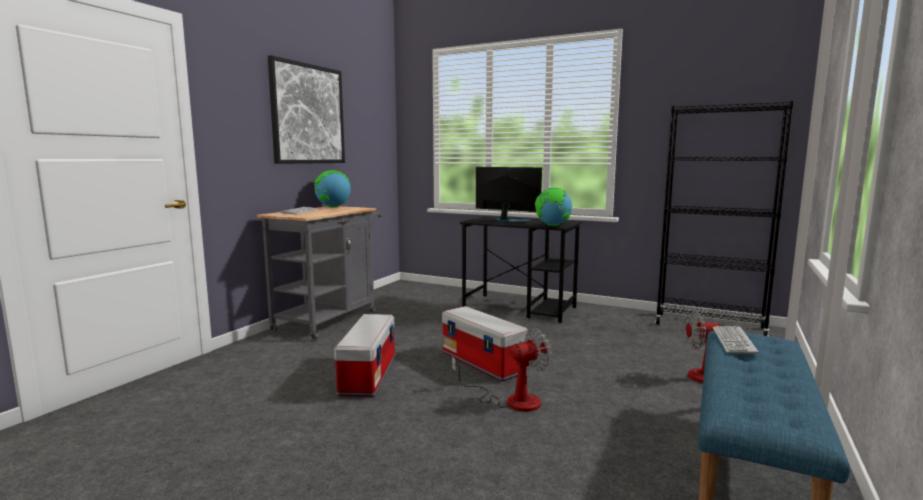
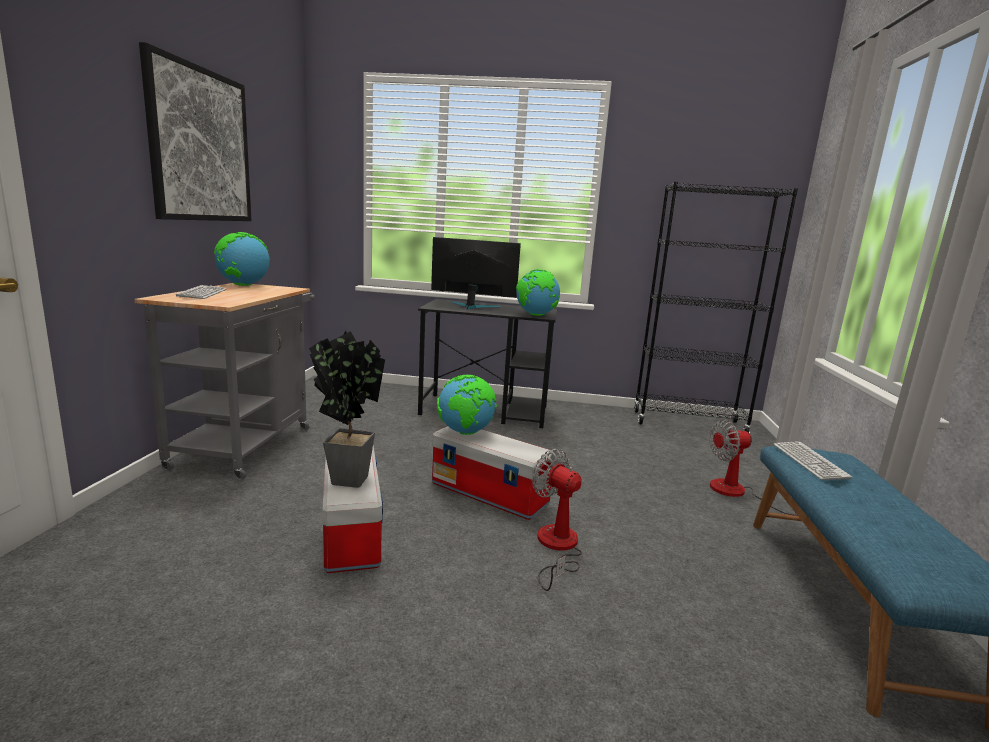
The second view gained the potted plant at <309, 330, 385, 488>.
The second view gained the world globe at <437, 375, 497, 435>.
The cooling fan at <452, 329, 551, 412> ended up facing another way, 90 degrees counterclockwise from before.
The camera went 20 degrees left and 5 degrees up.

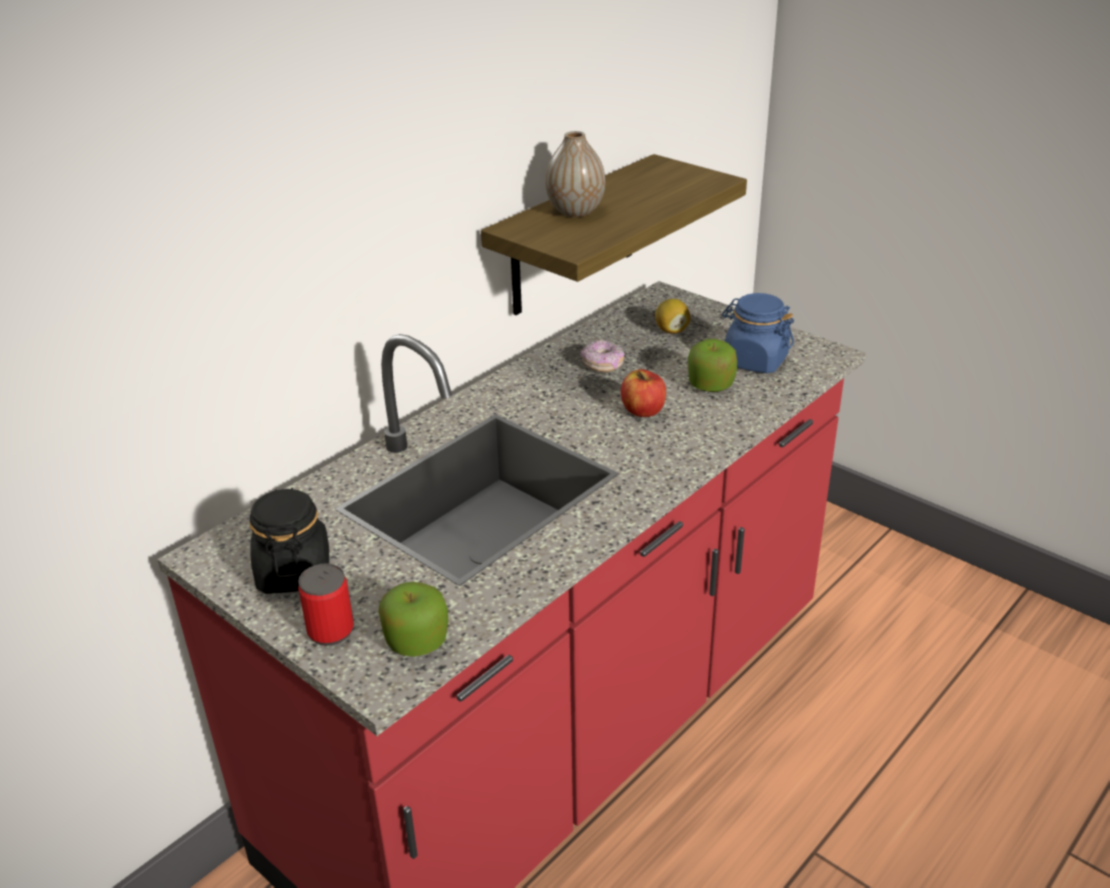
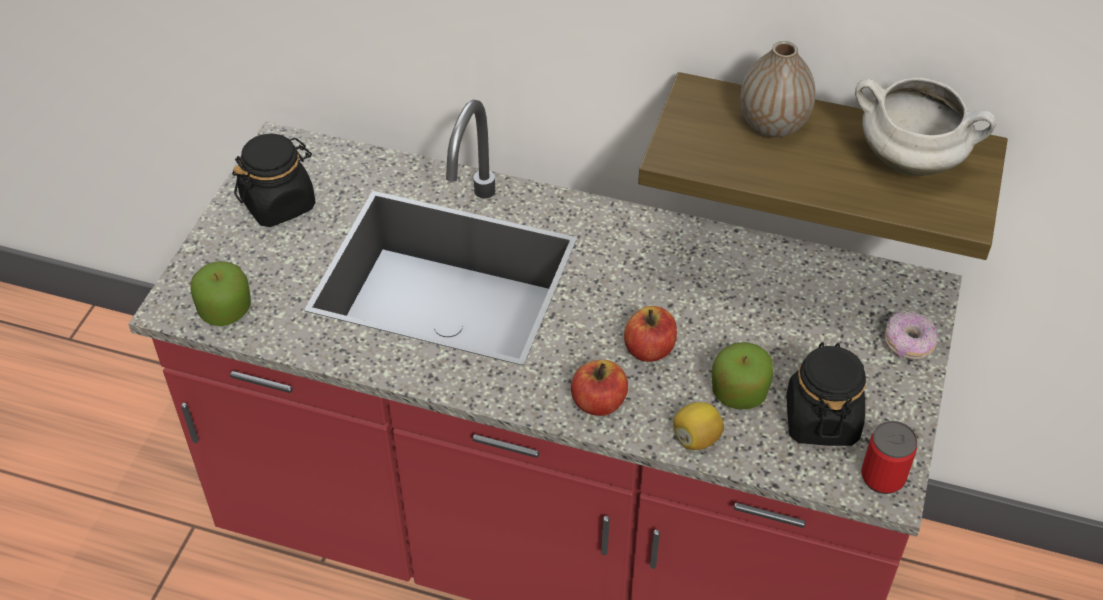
The second view gained the apple at <571, 360, 628, 416>.
The whole lemon ended up elsewhere, having gone from <655, 299, 690, 334> to <673, 402, 724, 450>.
What was the blue preserve jar at <722, 293, 794, 373> turned into the blackish preserve jar at <786, 342, 866, 446>.
The second view gained the white cooking pot at <855, 77, 996, 176>.
The sealed can ended up elsewhere, having gone from <298, 563, 354, 646> to <861, 421, 918, 494>.
The ring doughnut ended up elsewhere, having gone from <581, 340, 624, 372> to <885, 311, 938, 359>.
The camera went 65 degrees right and 15 degrees up.

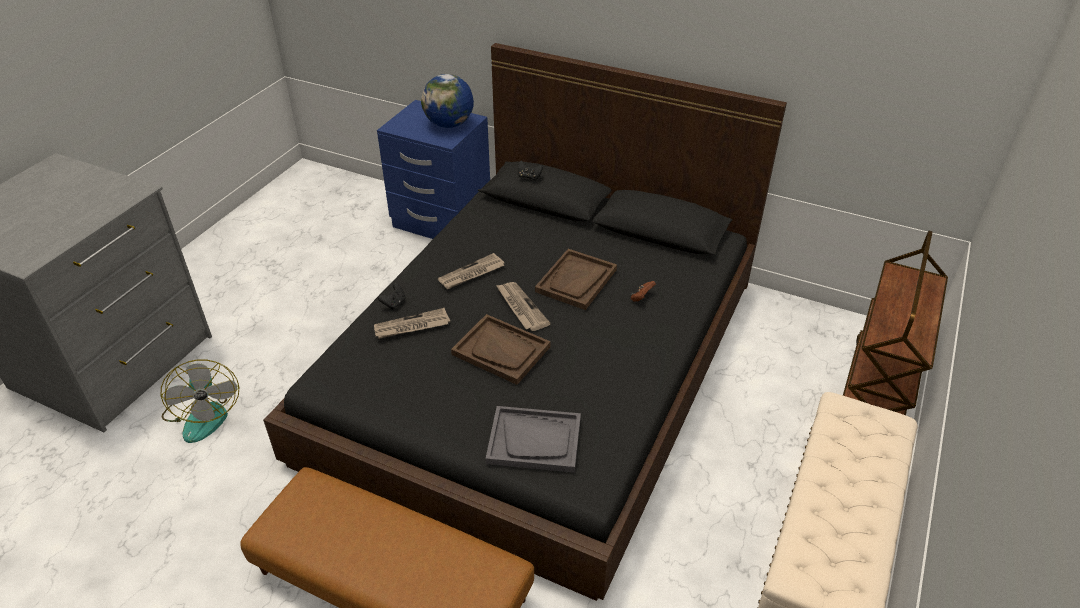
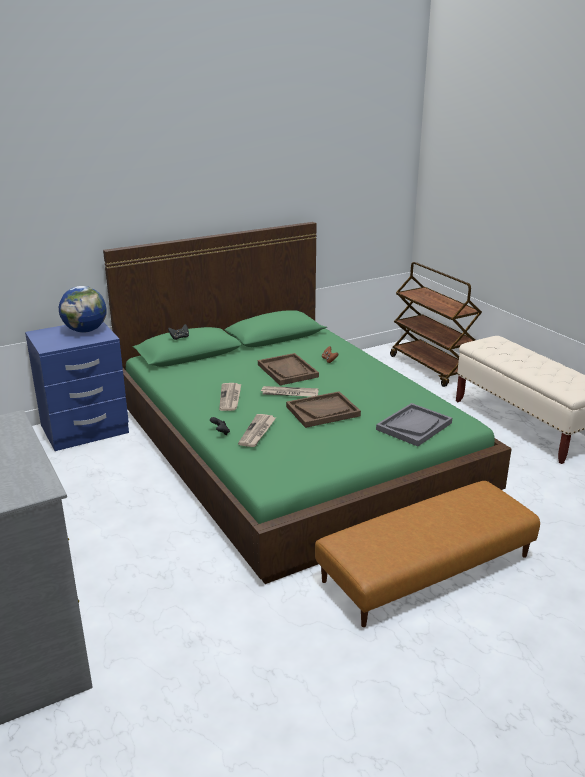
What was the blackish bed at <263, 43, 787, 601> turned into the green-coloured bed at <103, 222, 512, 584>.
The second view lost the cooling fan at <161, 359, 239, 443>.
The camera went 55 degrees left and 15 degrees down.

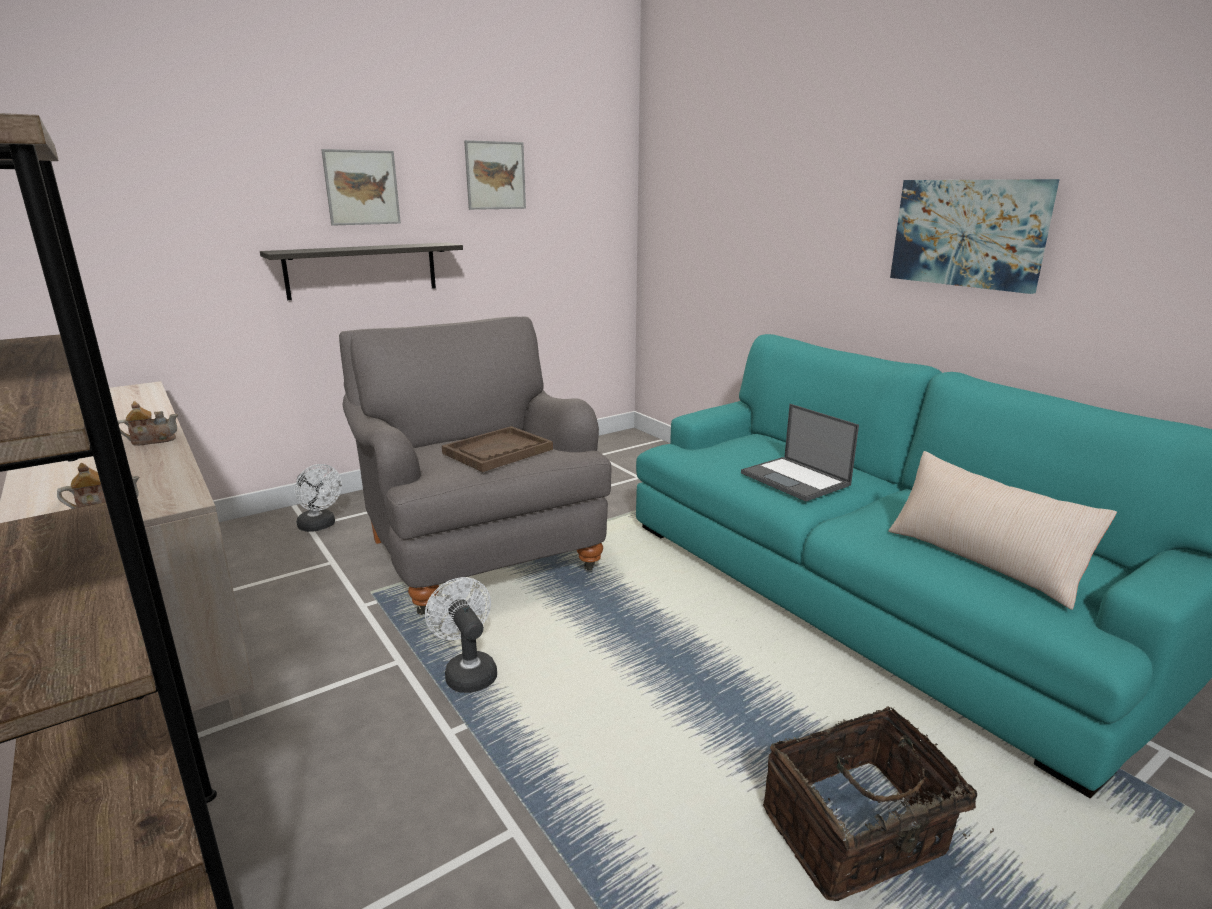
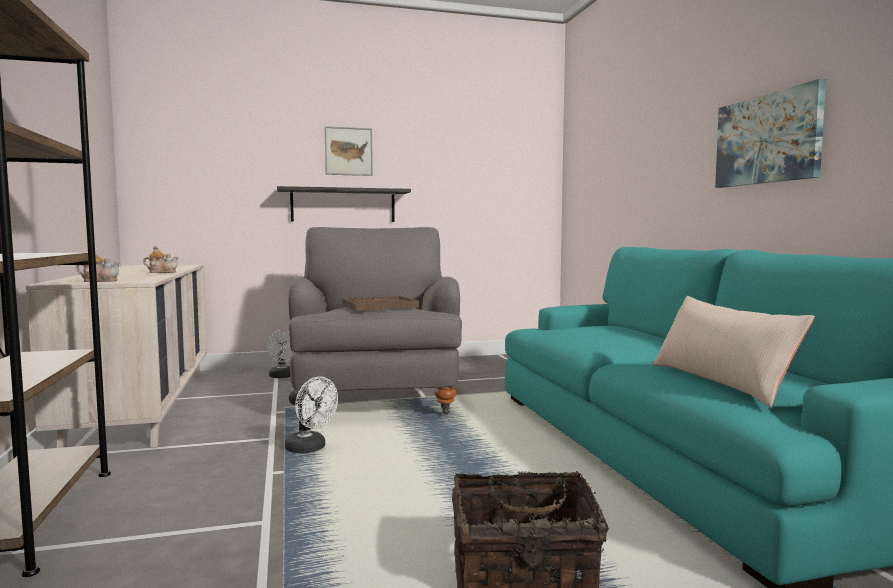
The white cooling fan at <425, 577, 497, 693> ended up facing another way, 135 degrees clockwise from before.
The second view lost the wall art at <464, 140, 526, 210>.
The second view lost the portable computer at <741, 404, 859, 501>.
The camera went 20 degrees right and 15 degrees down.

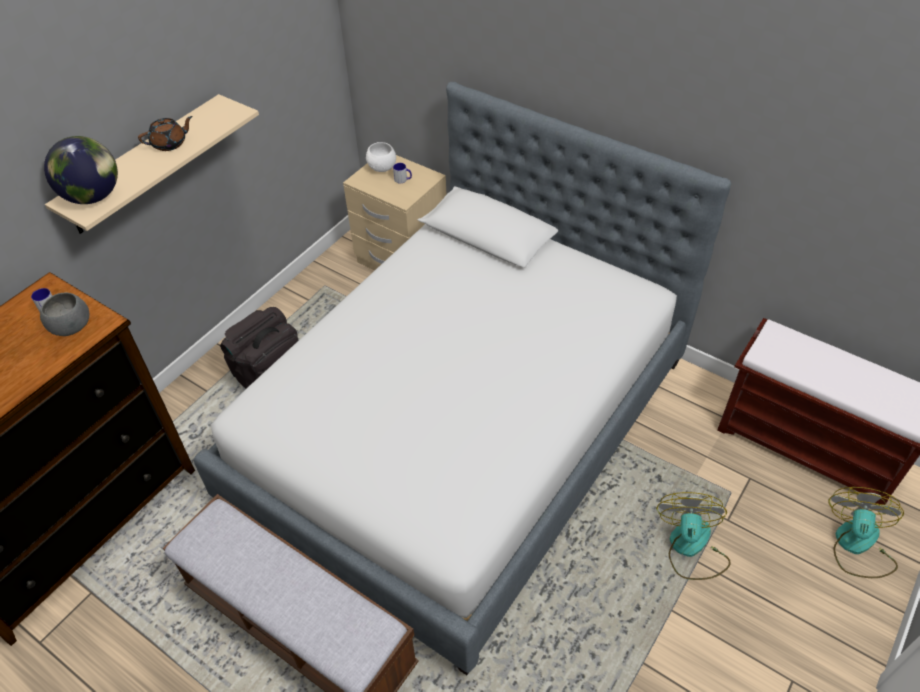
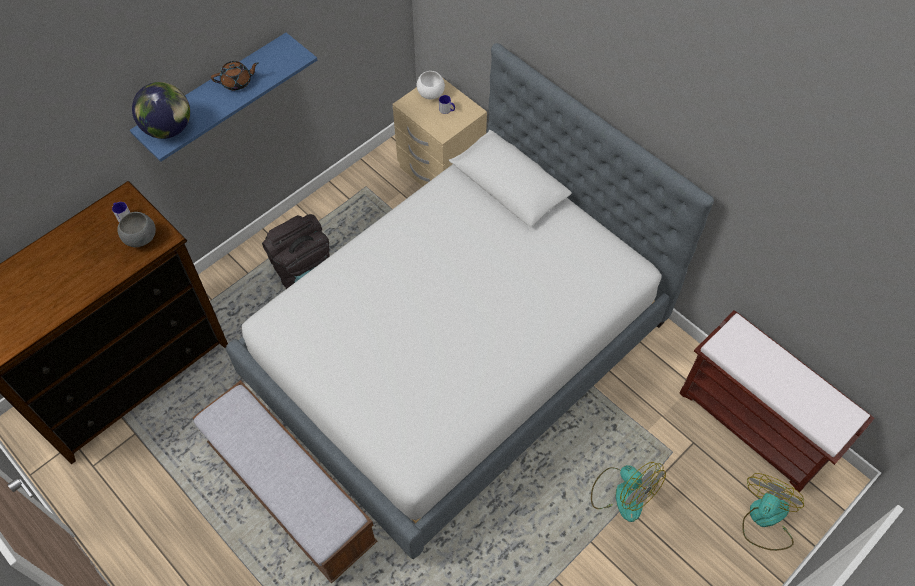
What was the sand-coloured bracket shelf at <45, 94, 259, 234> turned into the blue bracket shelf at <130, 33, 317, 162>.
The cooling fan at <656, 492, 731, 580> ended up facing another way, 120 degrees clockwise from before.
The camera went 10 degrees right and 10 degrees up.

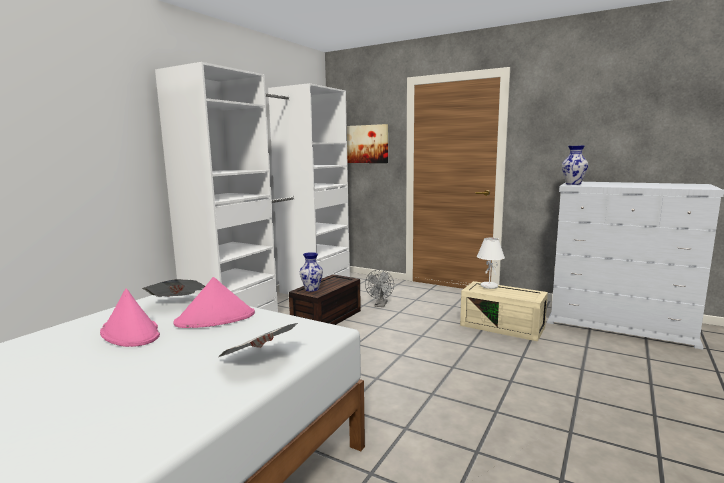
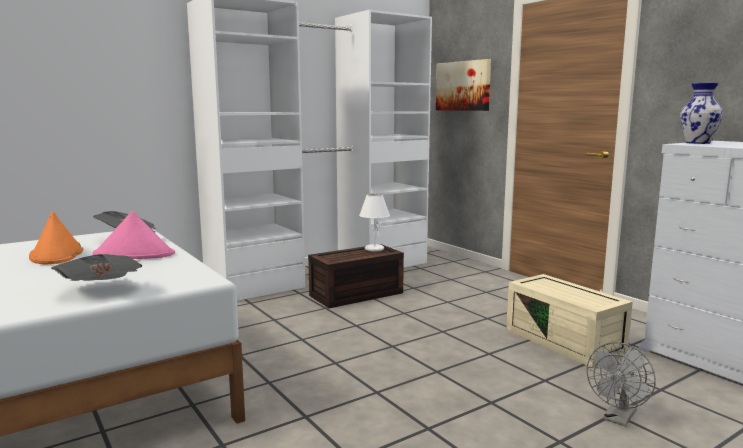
What was the pink clothing hat at <100, 288, 160, 347> turned into the orange-coloured clothing hat at <29, 211, 83, 264>.
The white lamp for a table ended up elsewhere, having gone from <477, 238, 505, 289> to <359, 193, 390, 251>.
The grey cooling fan ended up elsewhere, having gone from <365, 269, 394, 307> to <587, 342, 656, 427>.
The second view lost the flower vase at <300, 252, 323, 292>.
The camera went 25 degrees right and 0 degrees up.

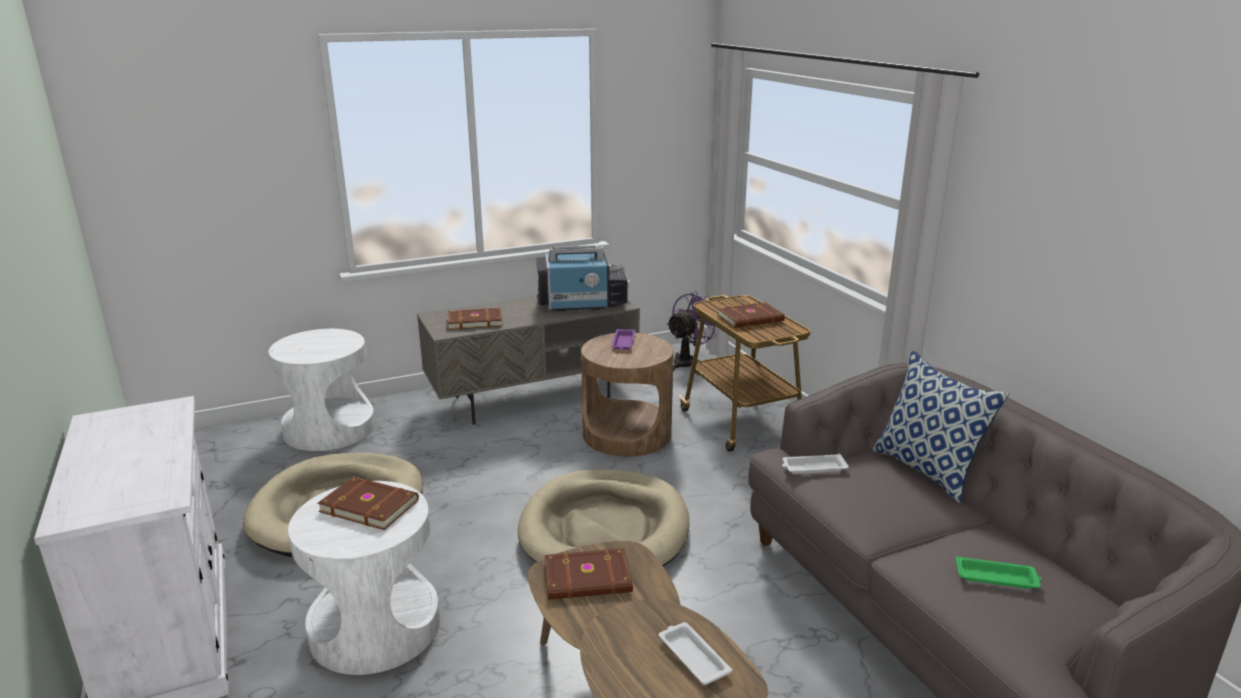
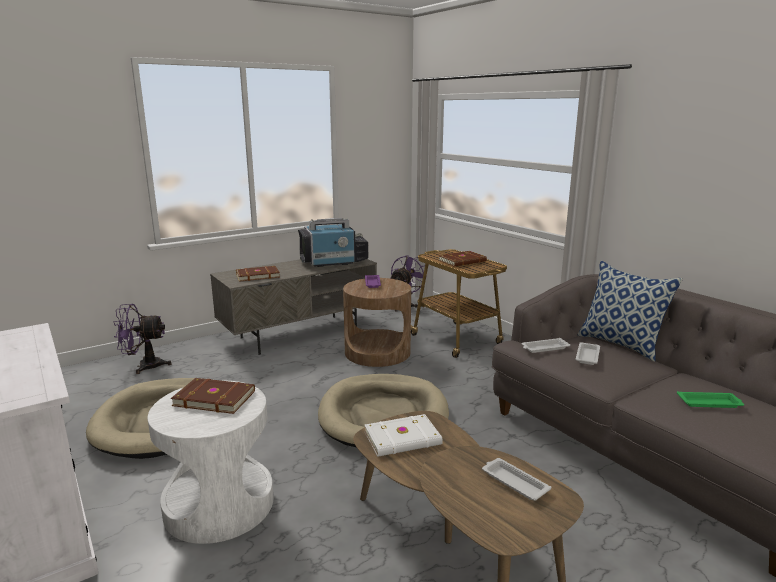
Where the white end table stood at <268, 329, 375, 451>, the purplish cooling fan came to stand at <114, 304, 171, 374>.
What was the brown book at <544, 548, 633, 600> turned into the white book at <365, 414, 443, 457>.
The second view gained the white serving tray at <575, 342, 600, 365>.
The camera went 10 degrees left and 5 degrees down.

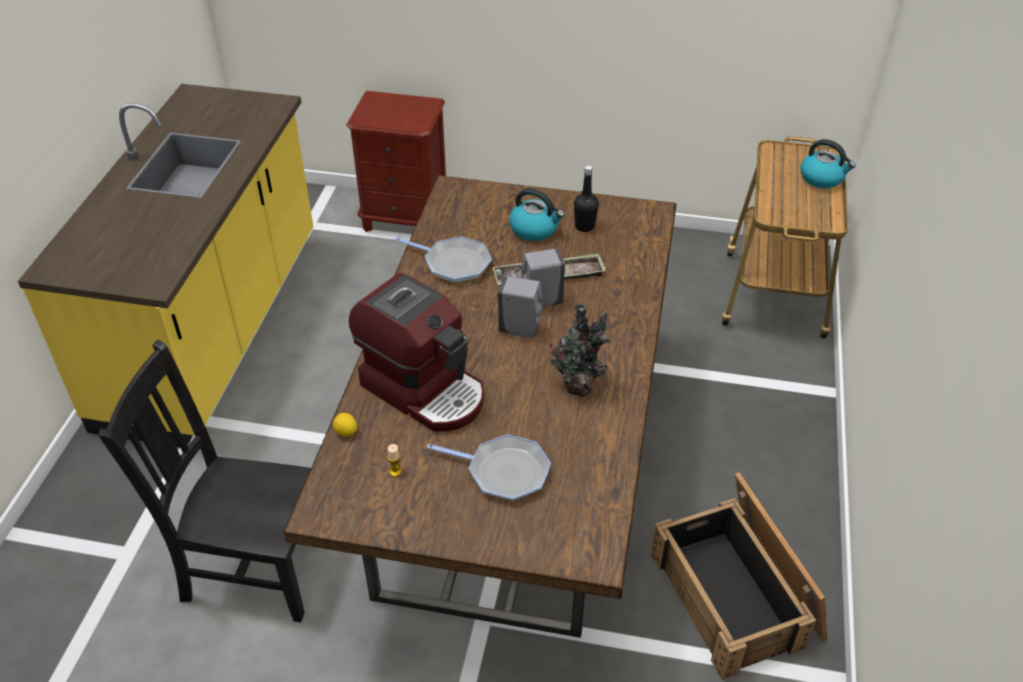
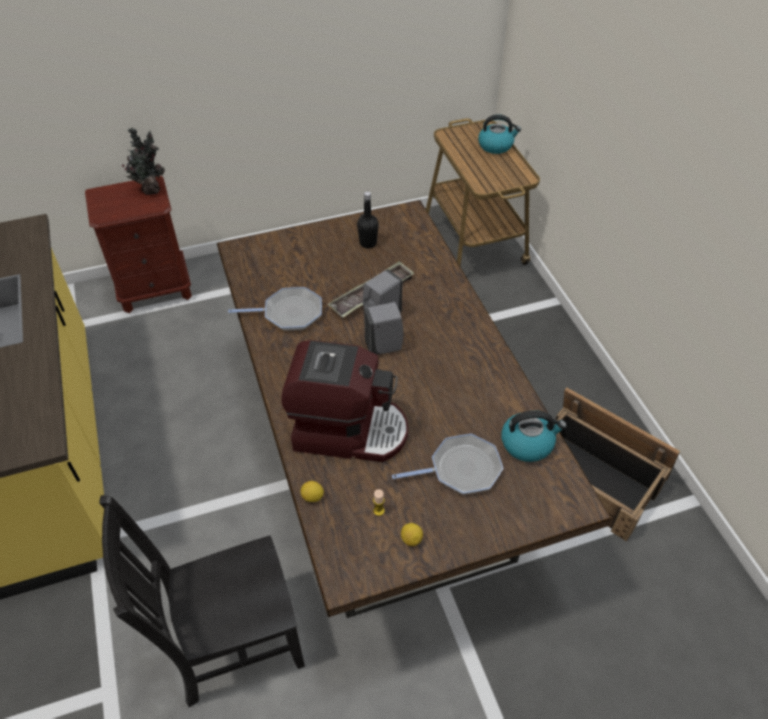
The potted plant ended up elsewhere, having gone from <547, 303, 610, 397> to <122, 128, 165, 195>.
The second view gained the whole lemon at <401, 523, 423, 546>.
The kettle ended up elsewhere, having gone from <509, 188, 565, 241> to <501, 410, 567, 462>.
The camera went 30 degrees left and 5 degrees up.

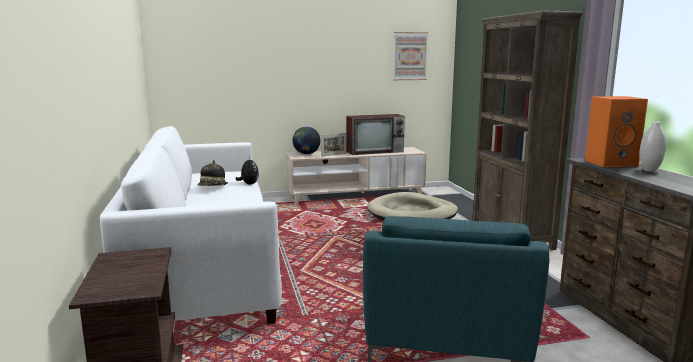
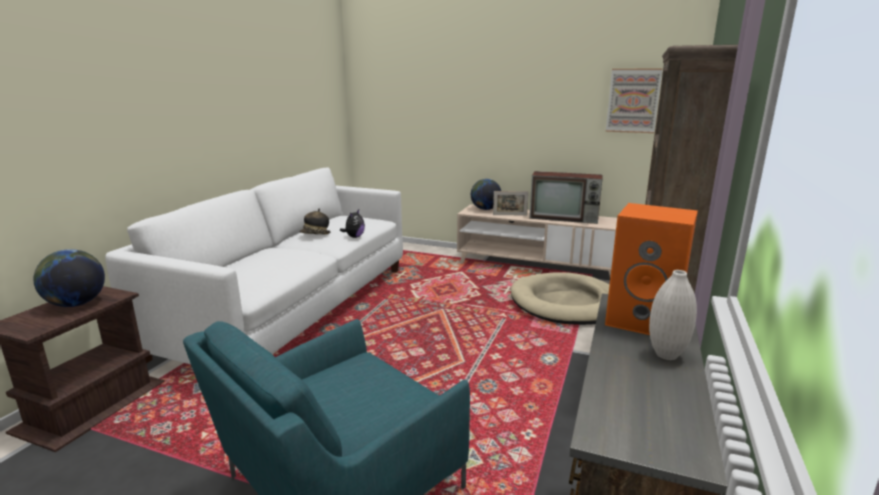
The second view gained the world globe at <33, 249, 105, 307>.
The camera went 35 degrees right and 5 degrees up.

